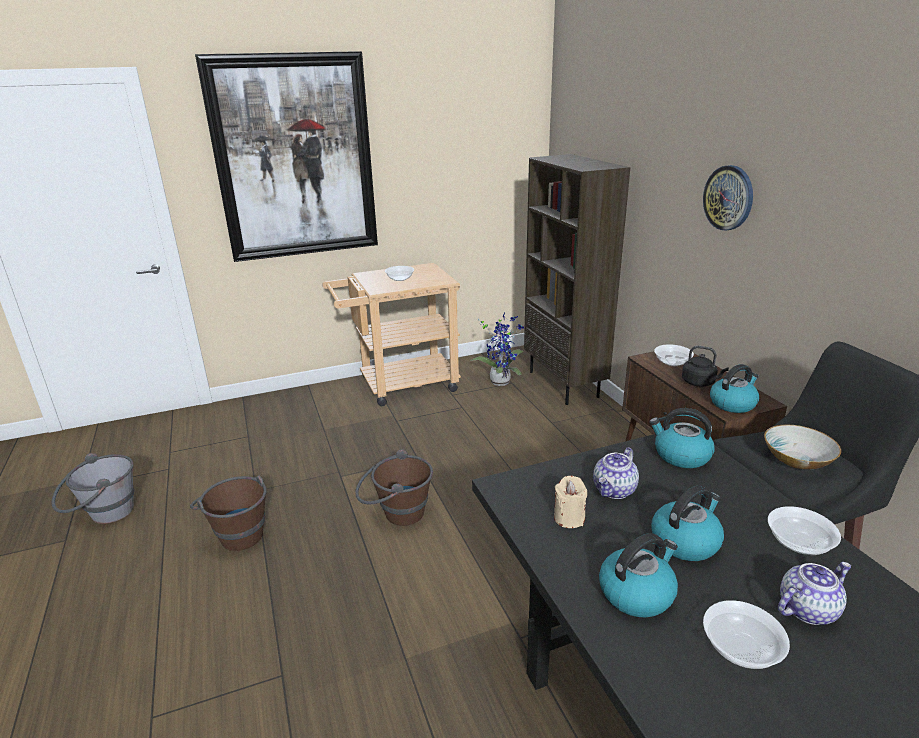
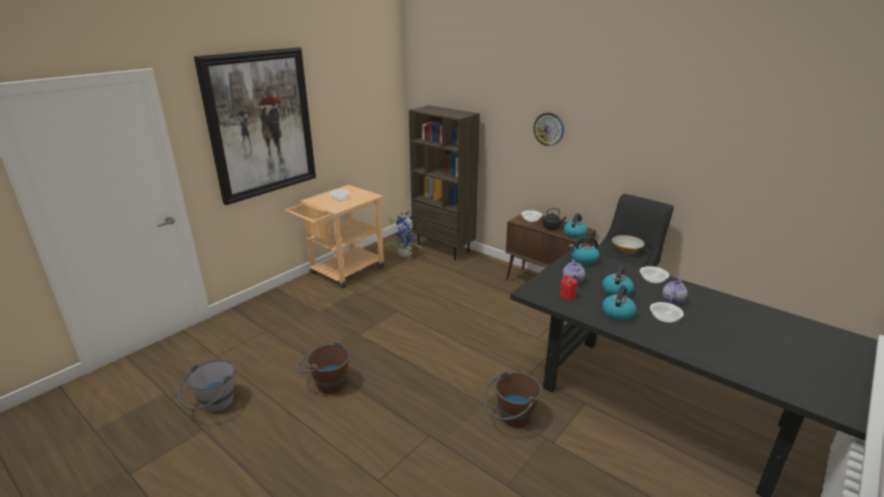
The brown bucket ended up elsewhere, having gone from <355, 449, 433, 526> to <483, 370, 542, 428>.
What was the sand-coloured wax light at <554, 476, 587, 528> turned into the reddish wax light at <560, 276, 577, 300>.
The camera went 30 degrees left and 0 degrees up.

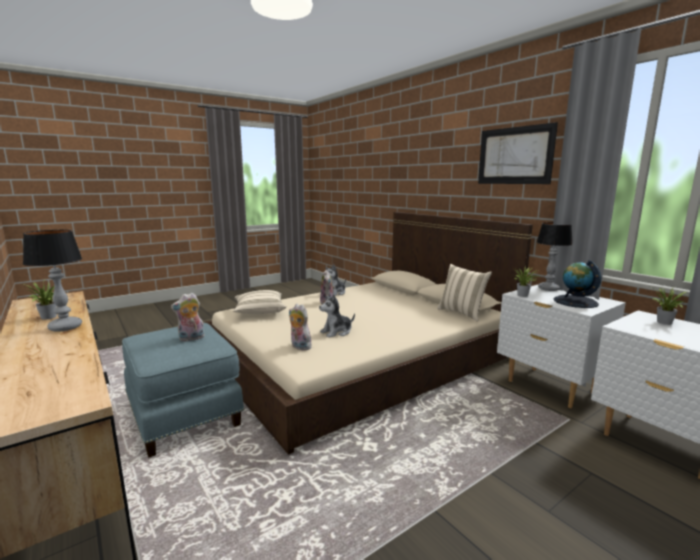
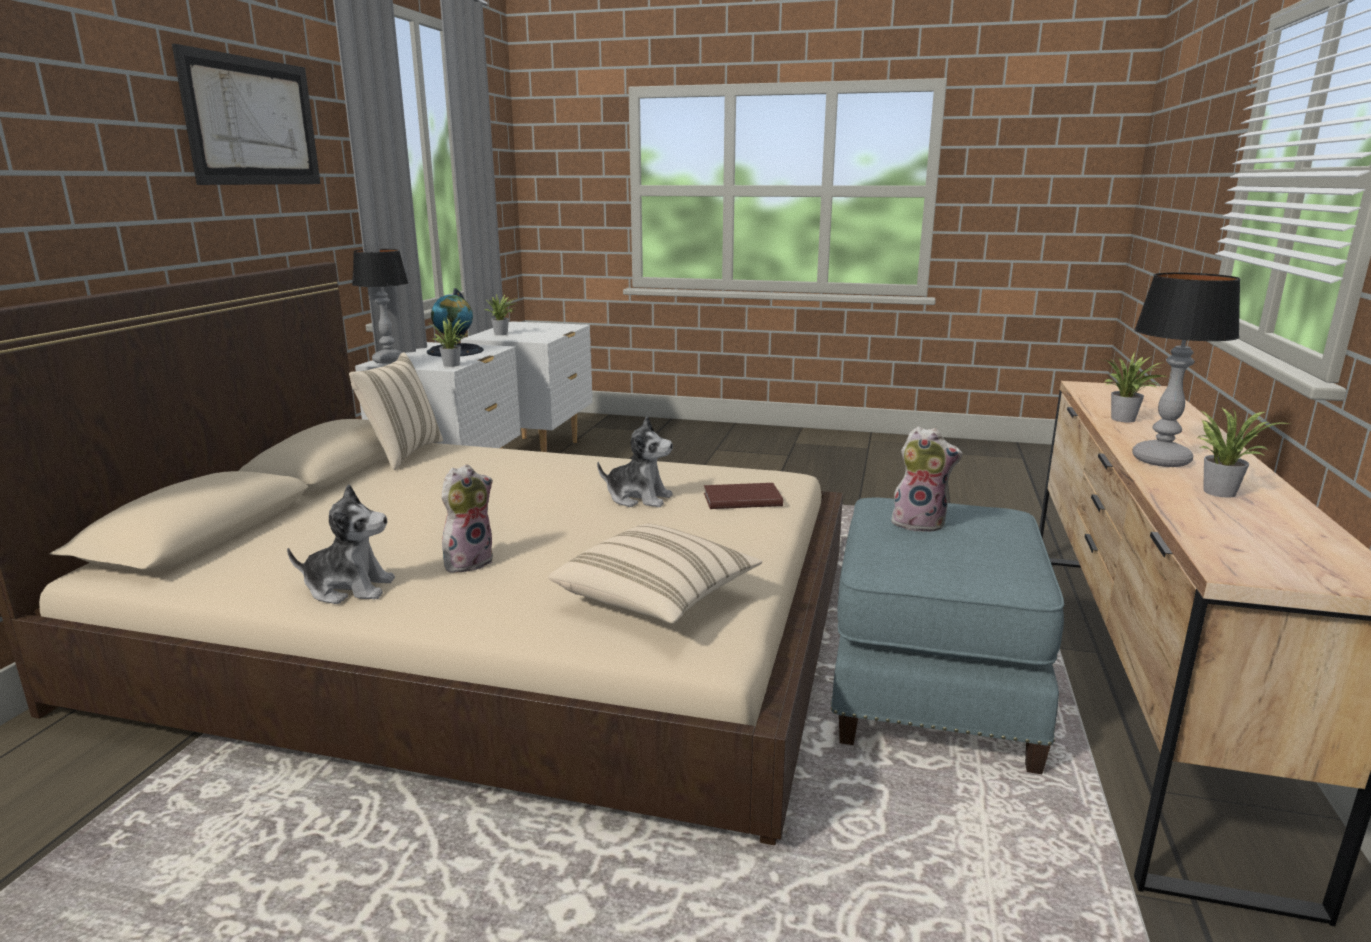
Where the plush toy stood at <289, 304, 311, 350>, the brown book came to stand at <704, 483, 783, 509>.
The second view gained the potted plant at <1105, 352, 1167, 422>.
The camera went 130 degrees left and 5 degrees up.

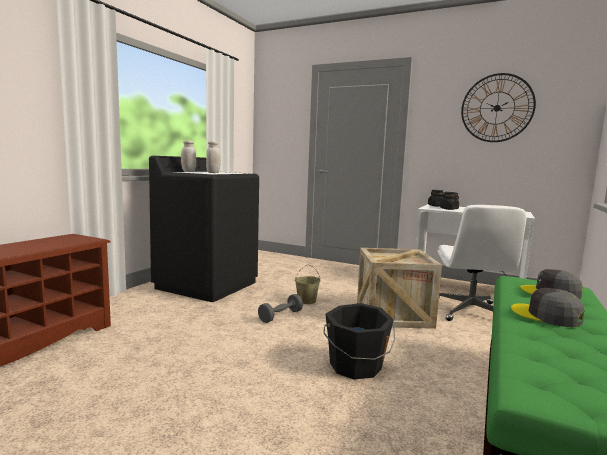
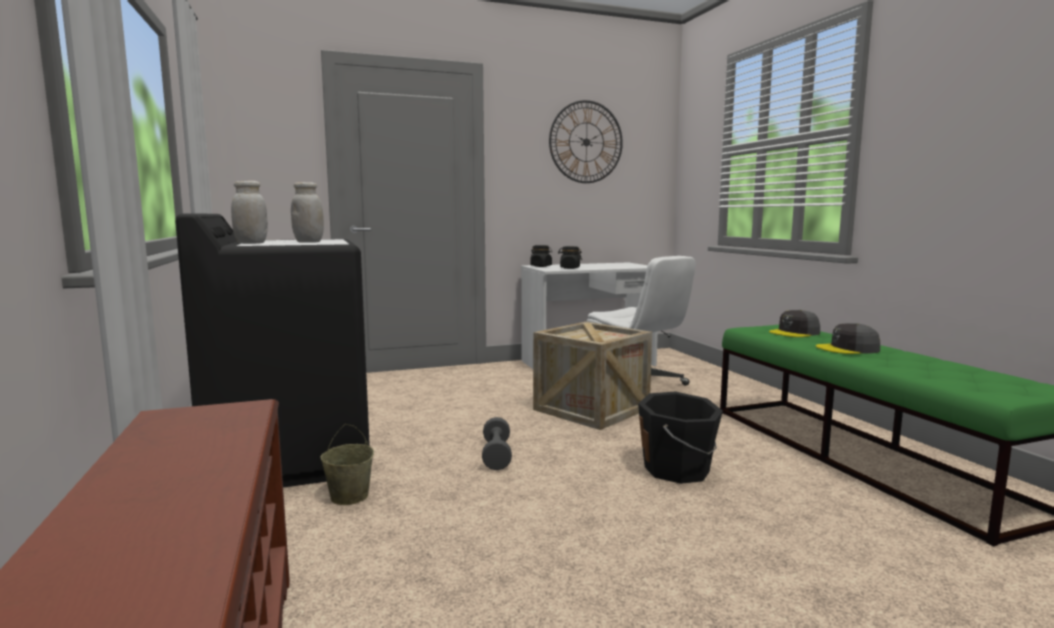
The sand-coloured bucket ended up elsewhere, having gone from <295, 265, 320, 304> to <320, 424, 374, 505>.
The camera went 45 degrees left and 0 degrees up.

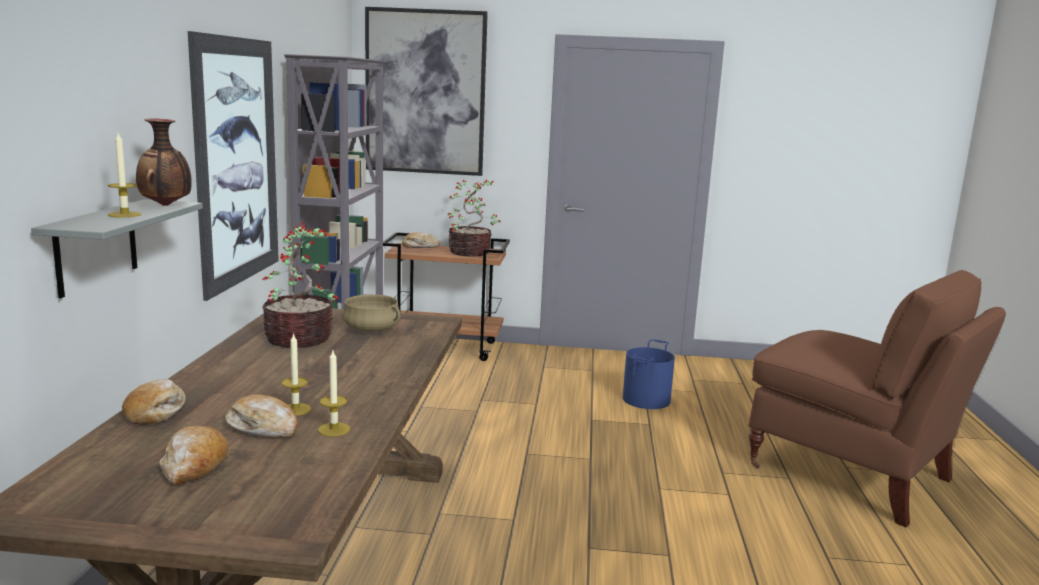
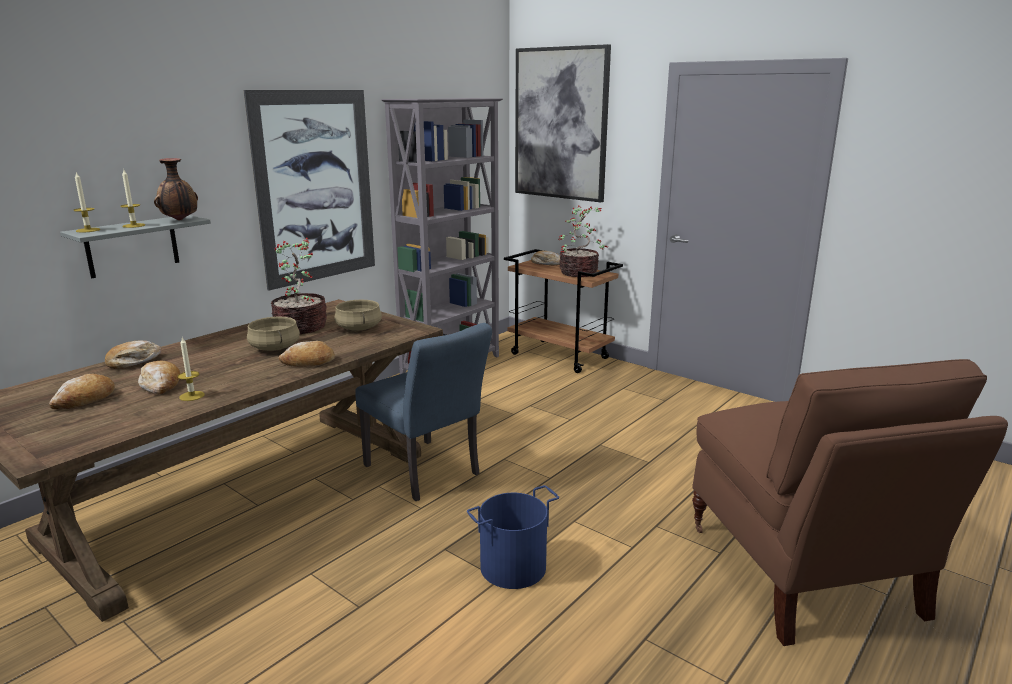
The wax light ended up elsewhere, having gone from <282, 333, 311, 416> to <73, 172, 100, 233>.
The second view gained the sand-coloured cooking pot at <247, 316, 300, 351>.
The second view gained the bakery bread at <279, 341, 335, 367>.
The second view gained the blue plain chair at <355, 323, 492, 501>.
The blue bucket ended up elsewhere, having gone from <623, 339, 675, 409> to <467, 485, 559, 589>.
The camera went 35 degrees right and 5 degrees up.

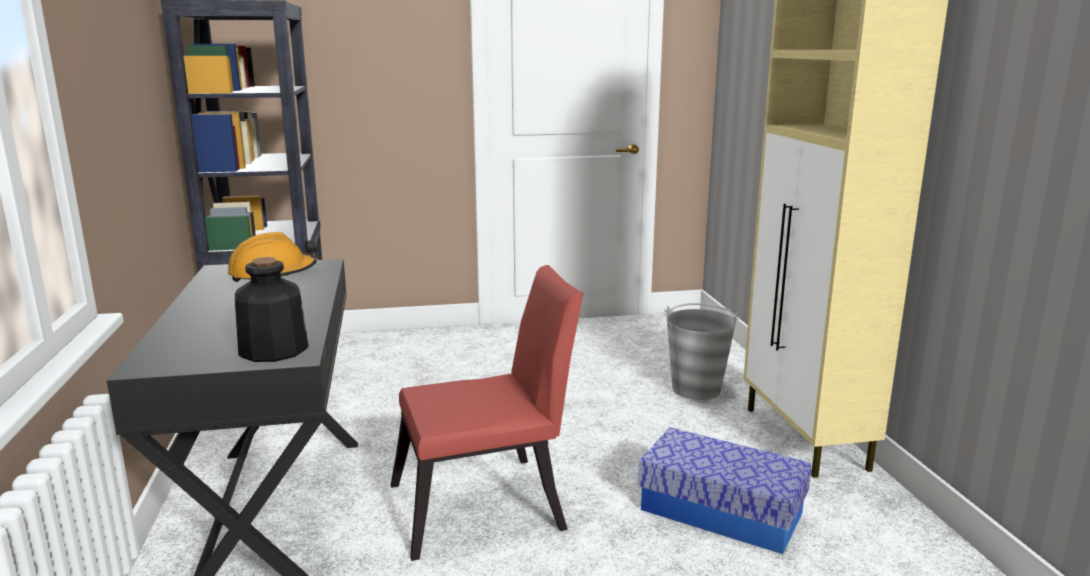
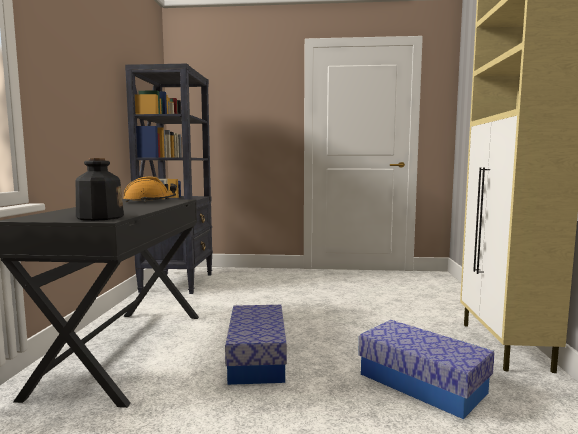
Where the reddish plain chair stood at <391, 265, 584, 561>, the storage box came to stand at <225, 305, 287, 385>.
The second view lost the grey bucket at <664, 303, 740, 400>.
The camera went 15 degrees right and 10 degrees down.

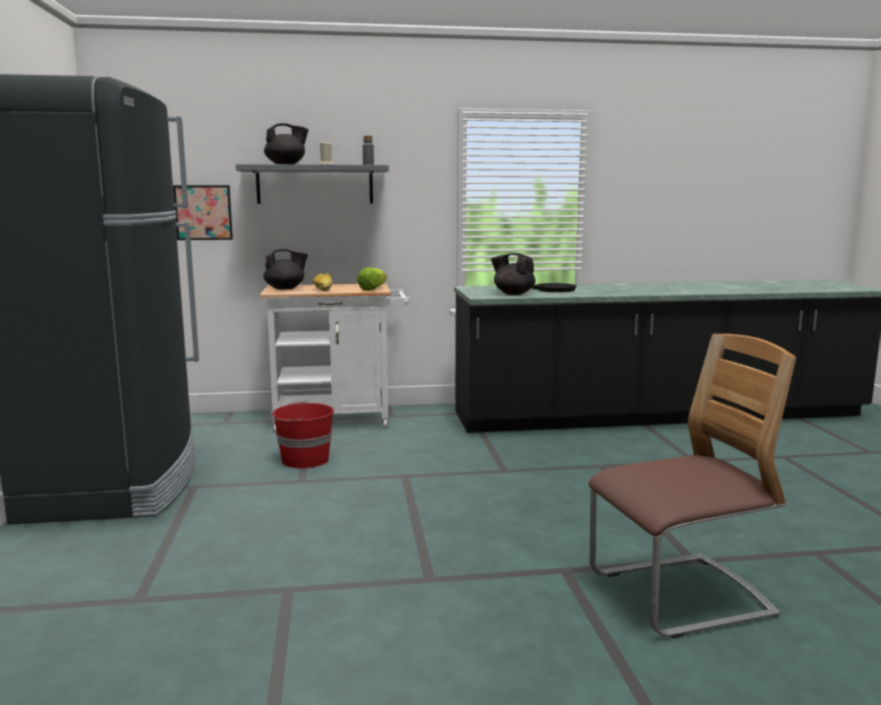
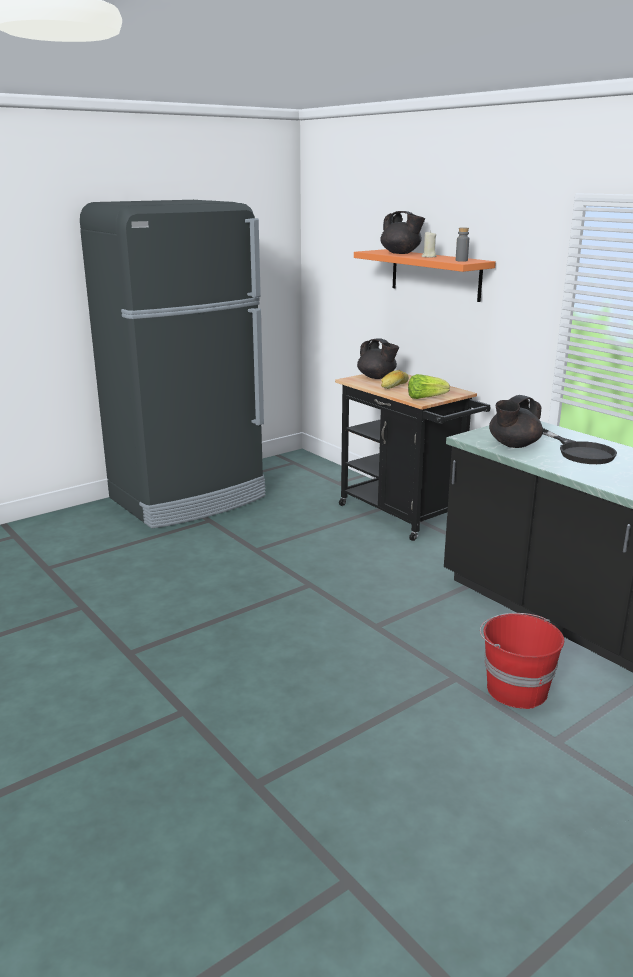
What was the white trolley at <260, 283, 411, 433> turned into the blackish trolley at <335, 374, 491, 541>.
What was the grey bracket shelf at <236, 164, 389, 204> turned into the orange-coloured bracket shelf at <354, 249, 496, 302>.
The reddish bucket ended up elsewhere, having gone from <270, 401, 334, 469> to <480, 613, 564, 709>.
The blackish teapot at <491, 253, 535, 295> ended up facing another way, 135 degrees counterclockwise from before.
The second view lost the wall art at <173, 185, 233, 240>.
The second view lost the plain chair at <589, 334, 796, 638>.
The camera went 60 degrees right and 10 degrees up.

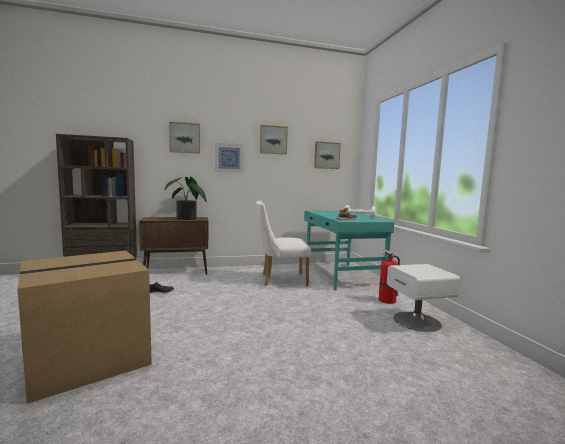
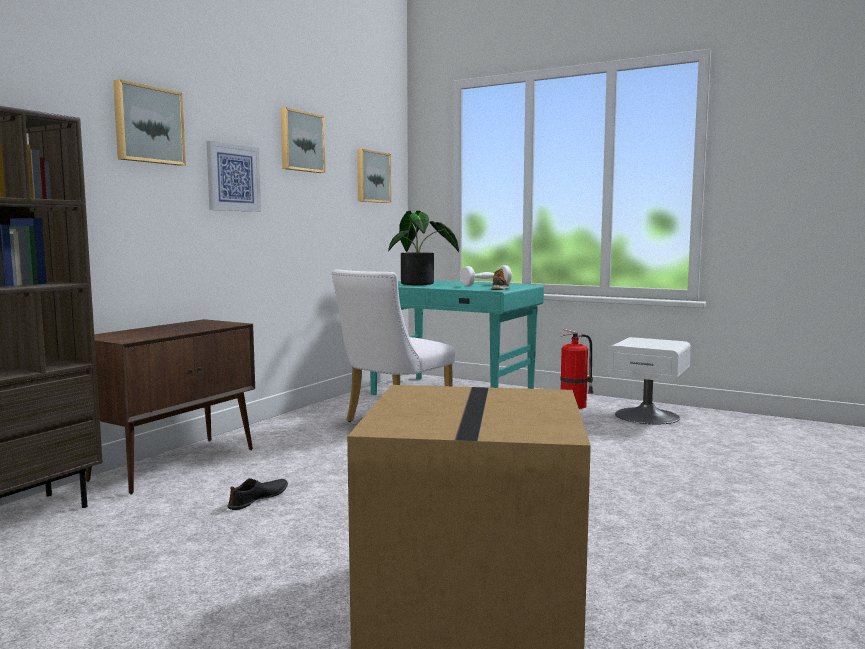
The potted plant ended up elsewhere, having gone from <164, 177, 207, 220> to <388, 211, 459, 285>.
The camera went 45 degrees left and 0 degrees up.

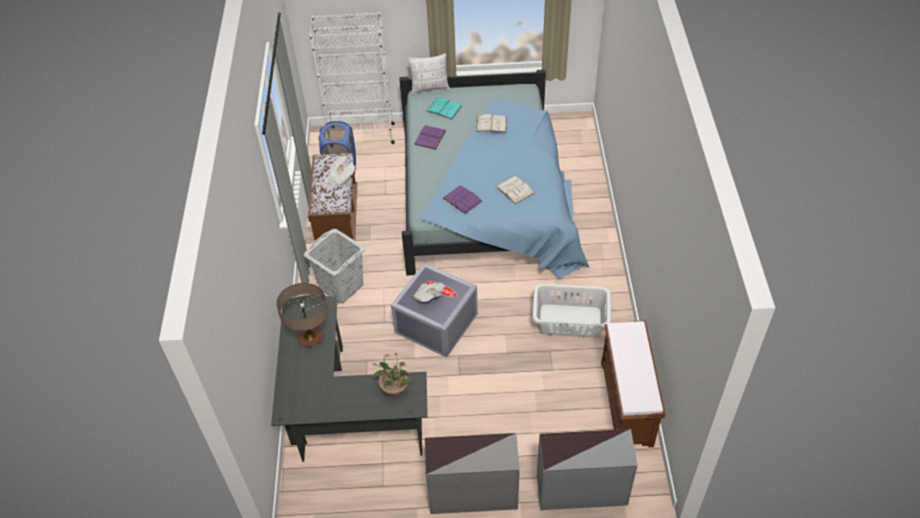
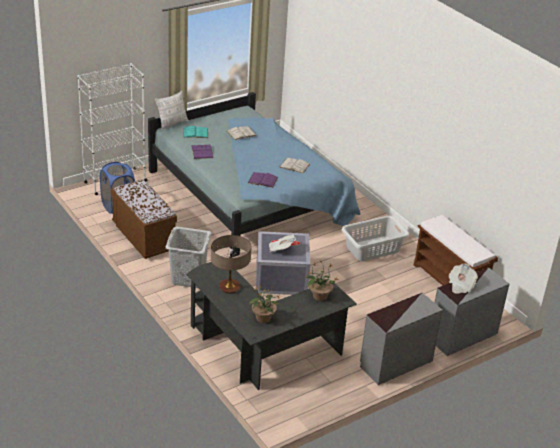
The second view gained the potted plant at <249, 285, 281, 323>.
The daily paper ended up elsewhere, having gone from <326, 156, 355, 187> to <448, 264, 478, 294>.
The camera went 35 degrees left and 15 degrees down.

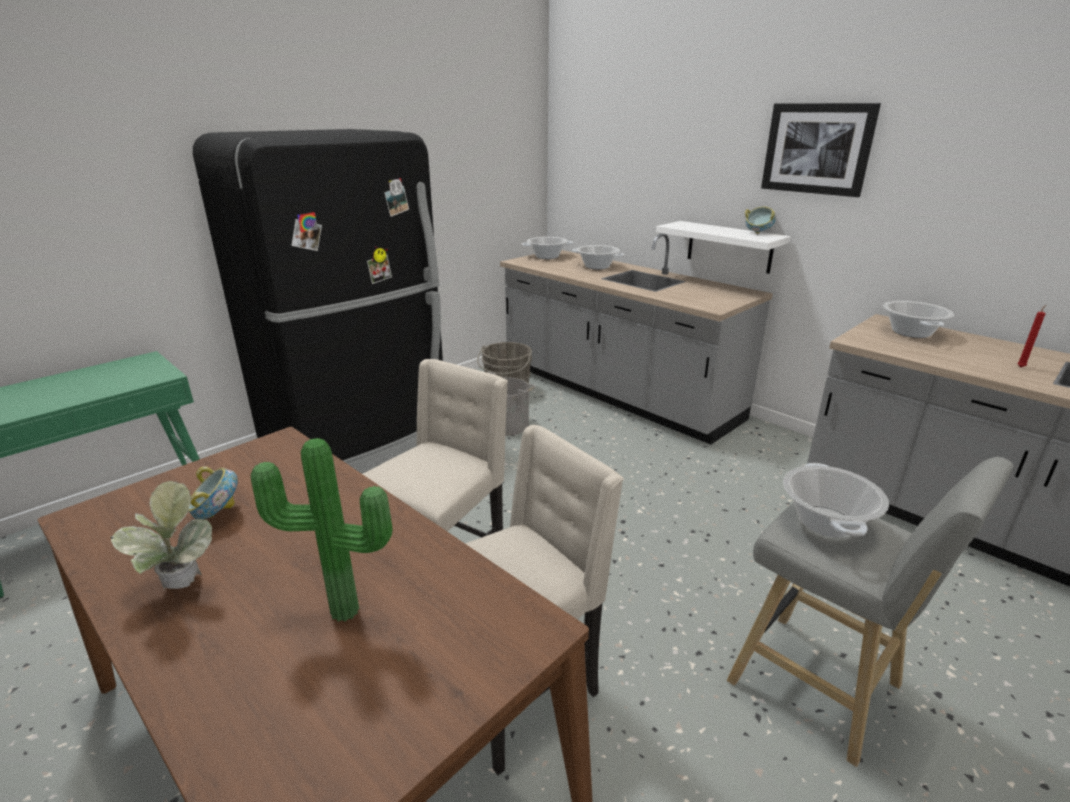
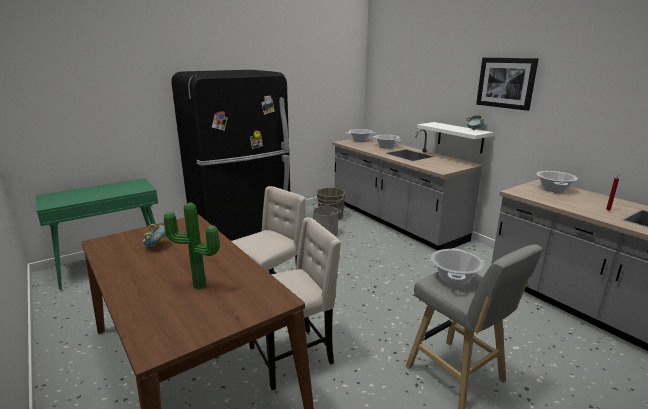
The second view lost the potted plant at <111, 481, 212, 591>.
The camera went 10 degrees right and 5 degrees down.

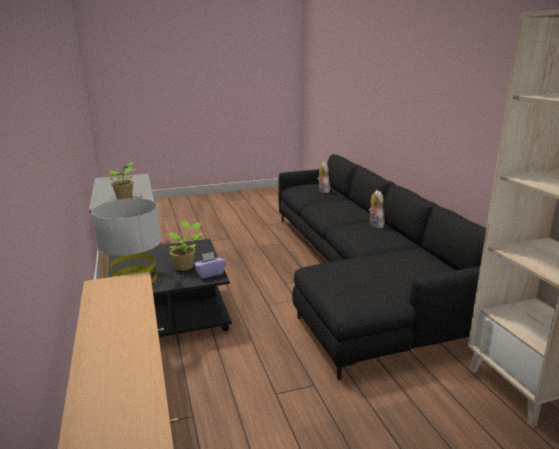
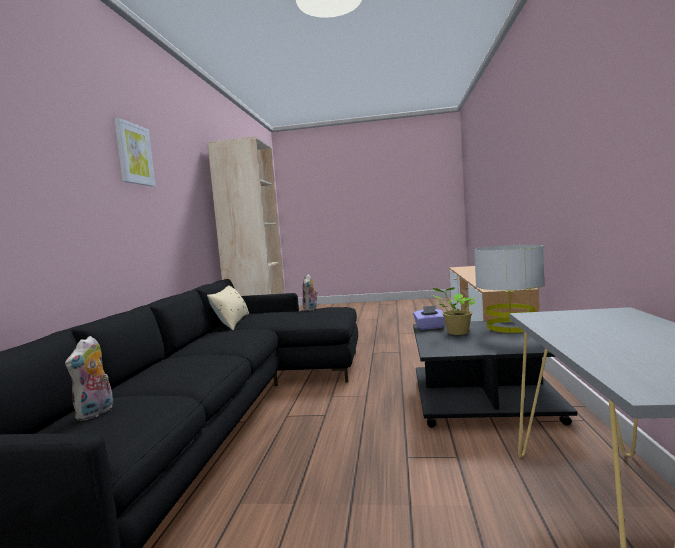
The second view gained the wall art at <114, 118, 155, 186>.
The second view gained the sand-coloured cushion at <207, 285, 249, 330>.
The plush toy ended up elsewhere, having gone from <369, 190, 385, 228> to <302, 274, 318, 311>.
The second view lost the potted plant at <109, 162, 136, 199>.
The camera went 155 degrees left and 15 degrees down.

